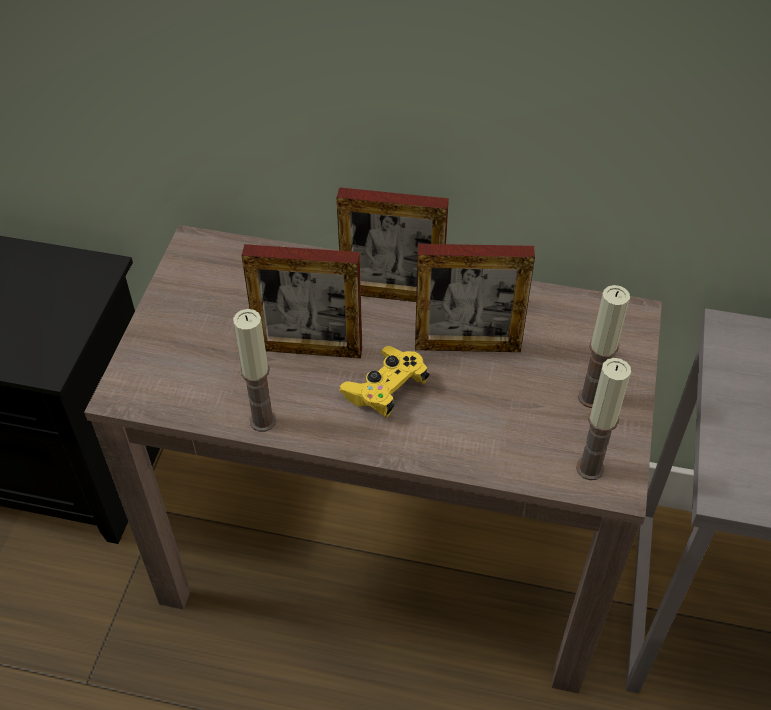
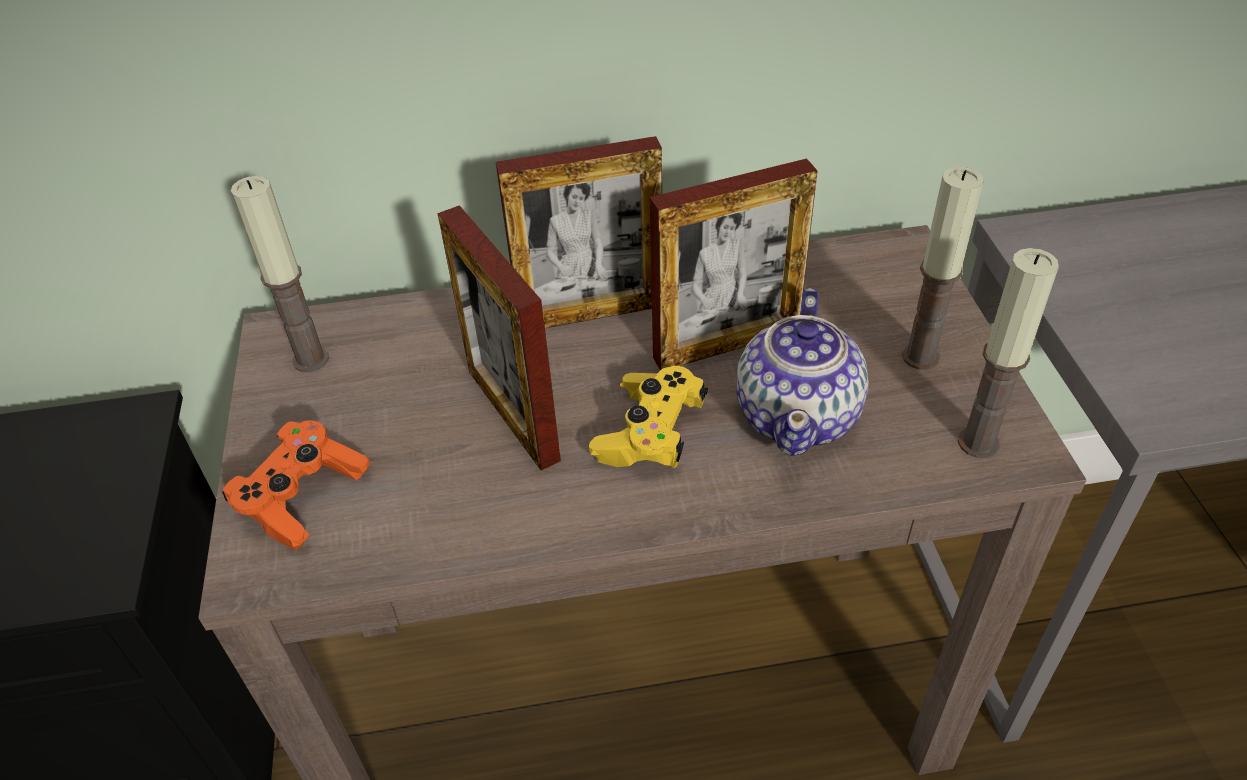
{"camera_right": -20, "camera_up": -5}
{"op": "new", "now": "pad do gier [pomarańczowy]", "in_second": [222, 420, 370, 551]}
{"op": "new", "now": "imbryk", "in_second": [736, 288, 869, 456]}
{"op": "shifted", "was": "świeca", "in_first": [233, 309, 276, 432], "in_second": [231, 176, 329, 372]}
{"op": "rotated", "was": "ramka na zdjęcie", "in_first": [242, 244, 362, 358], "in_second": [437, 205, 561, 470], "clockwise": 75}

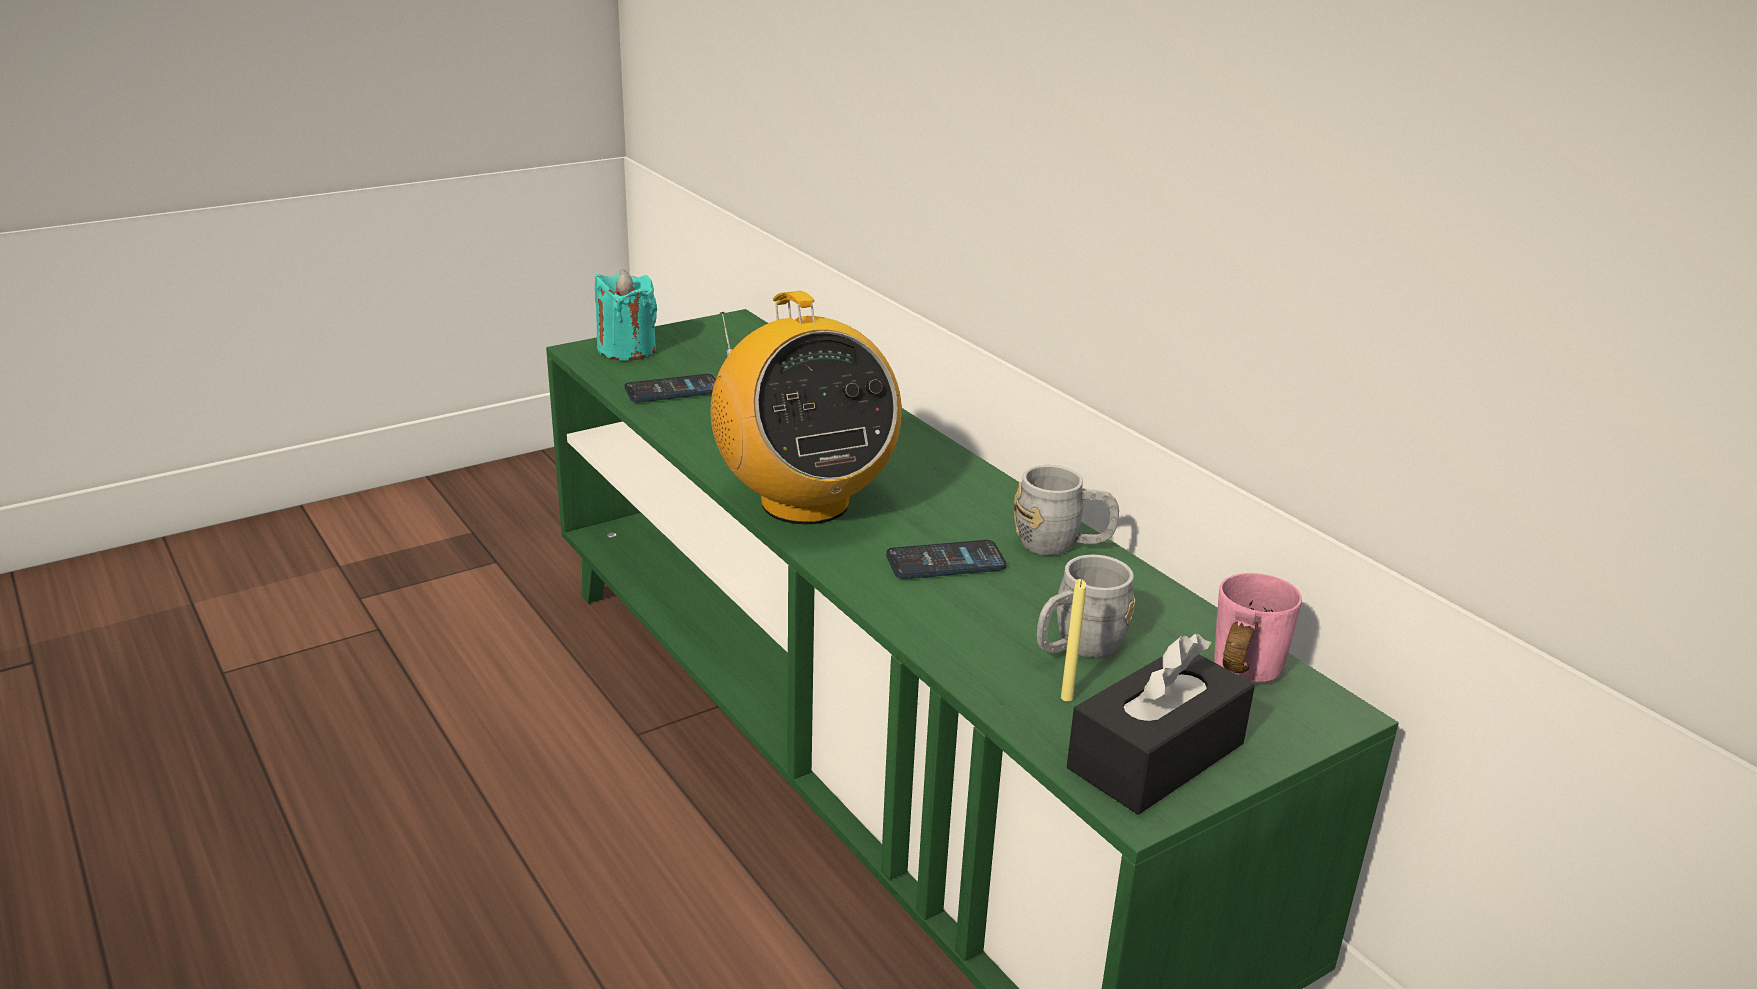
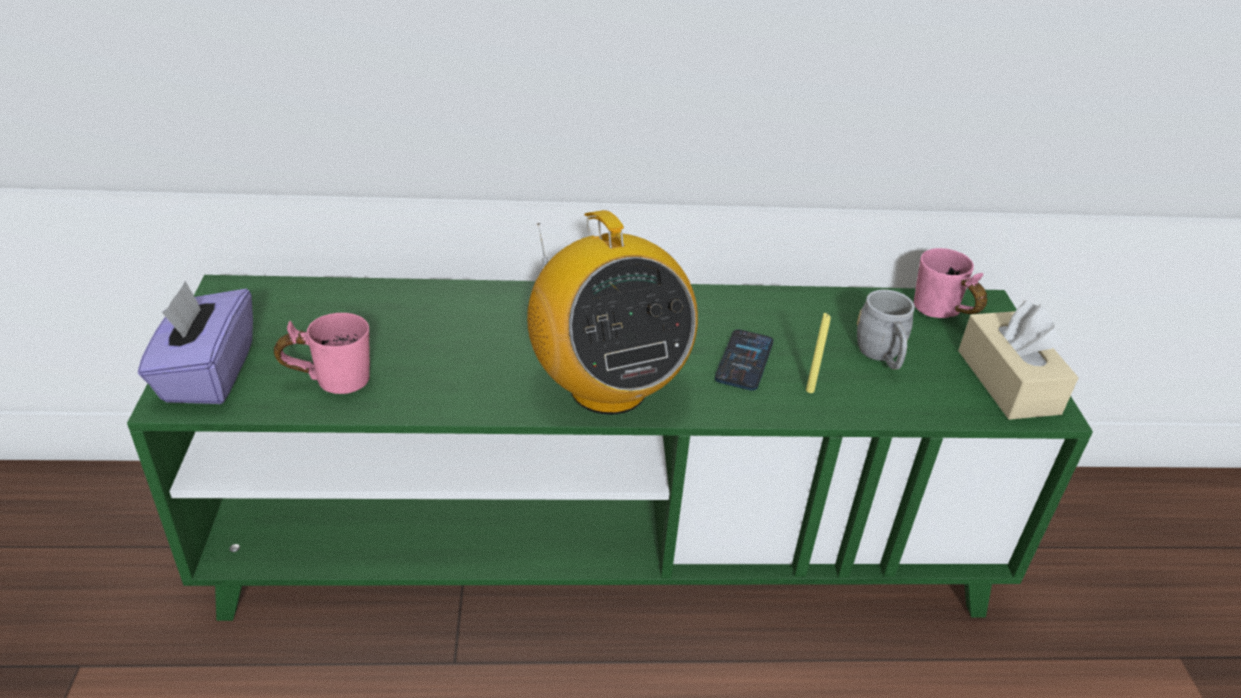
{"camera_right": -60, "camera_up": 10}
{"op": "gone", "was": "kubek [szary]", "in_first": [1014, 465, 1119, 556]}
{"op": "shifted", "was": "świeca [żółty]", "in_first": [1061, 579, 1086, 702], "in_second": [806, 313, 831, 393]}
{"op": "swapped", "was": "świeca [turkusowy]", "now": "pudełko chusteczek [fioletowy]", "in_first": [595, 269, 657, 361], "in_second": [138, 281, 253, 404]}
{"op": "swapped", "was": "telefon", "now": "kubek [różowy]", "in_first": [624, 374, 716, 403], "in_second": [274, 313, 370, 394]}
{"op": "repainted", "was": "pudełko chusteczek [czarny]", "now": "pudełko chusteczek [beżowy]", "in_first": [1067, 633, 1255, 815], "in_second": [958, 300, 1079, 420]}
{"op": "rotated", "was": "radio", "in_first": [710, 291, 902, 524], "in_second": [527, 210, 698, 415], "clockwise": 60}

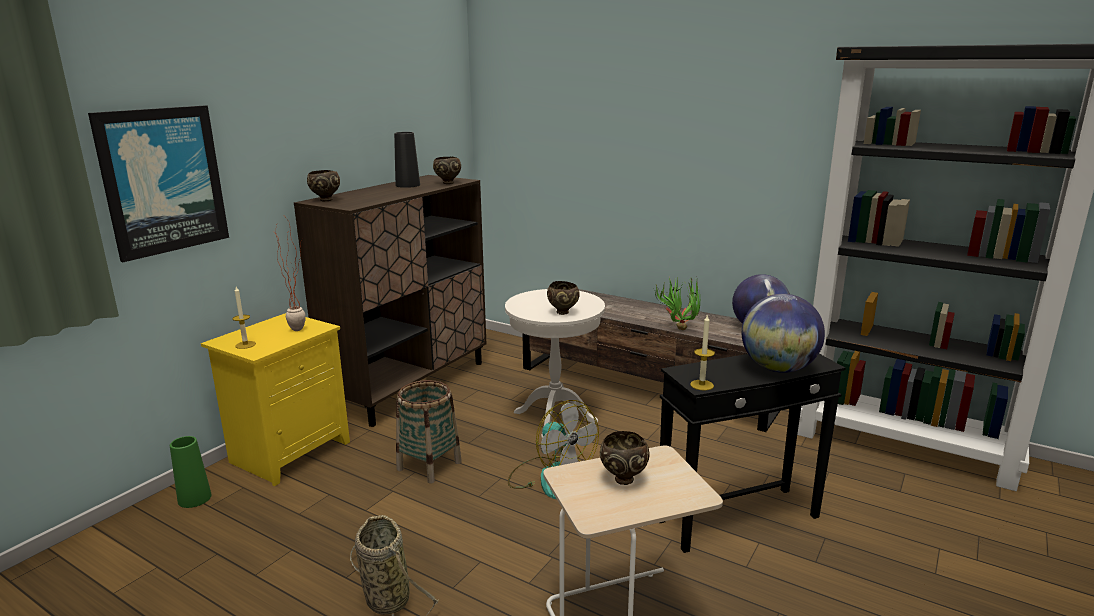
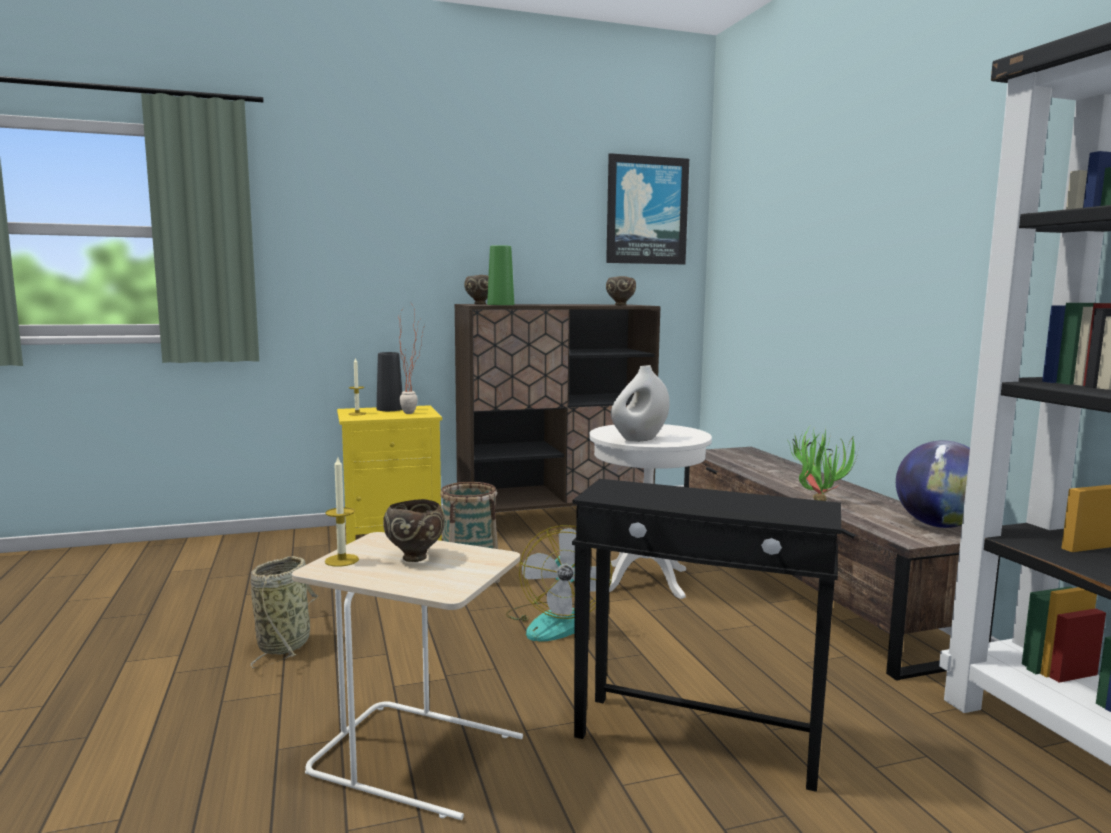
{"camera_right": 40, "camera_up": -10}
{"op": "gone", "was": "globus", "in_first": [742, 294, 825, 373]}
{"op": "shifted", "was": "obraz", "in_first": [88, 105, 229, 262], "in_second": [606, 153, 689, 264]}
{"op": "shifted", "was": "wazon [zielony]", "in_first": [170, 436, 212, 508], "in_second": [487, 245, 514, 305]}
{"op": "shifted", "was": "wazon [czarny]", "in_first": [394, 132, 420, 188], "in_second": [376, 352, 402, 411]}
{"op": "shifted", "was": "świeca", "in_first": [690, 315, 715, 390], "in_second": [325, 457, 359, 567]}
{"op": "swapped", "was": "miska [brązowy]", "now": "wazon [biały]", "in_first": [547, 281, 580, 315], "in_second": [611, 365, 669, 442]}

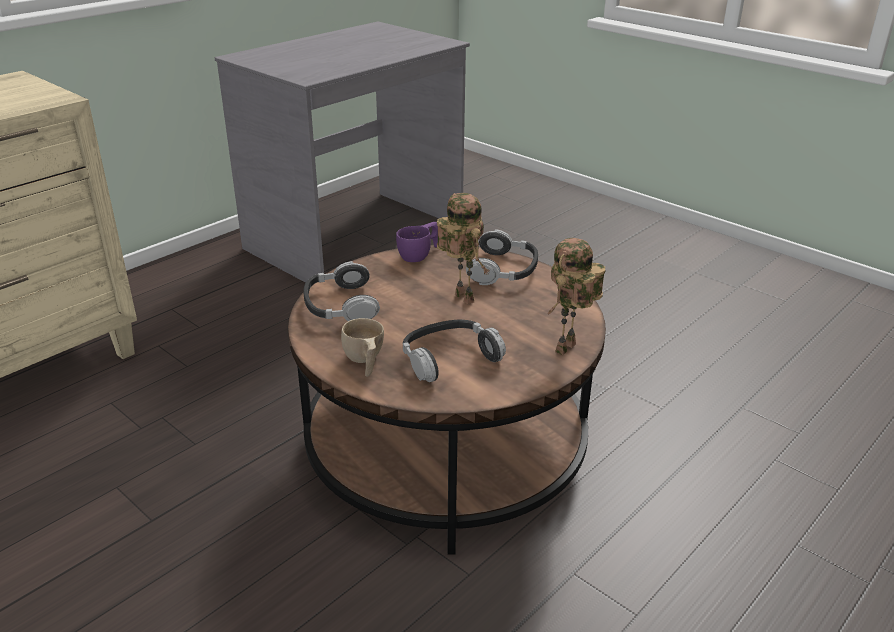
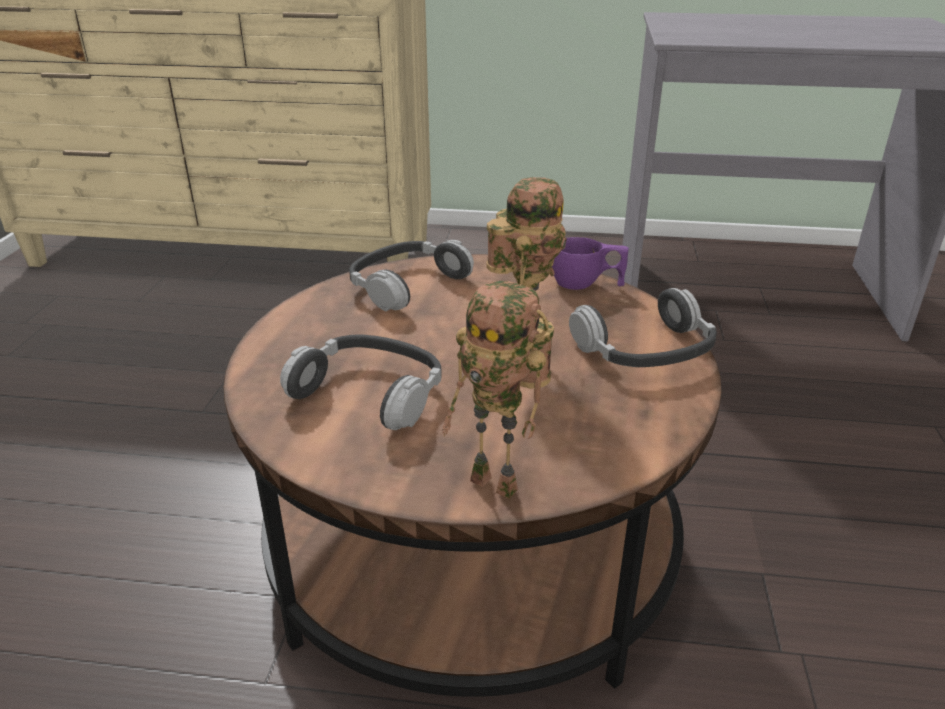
{"camera_right": 55, "camera_up": 0}
{"op": "gone", "was": "filiżanka [beżowy]", "in_first": [341, 318, 384, 377]}
{"op": "rotated", "was": "robot zabawkowy", "in_first": [548, 238, 605, 355], "in_second": [442, 281, 554, 499], "clockwise": -150}

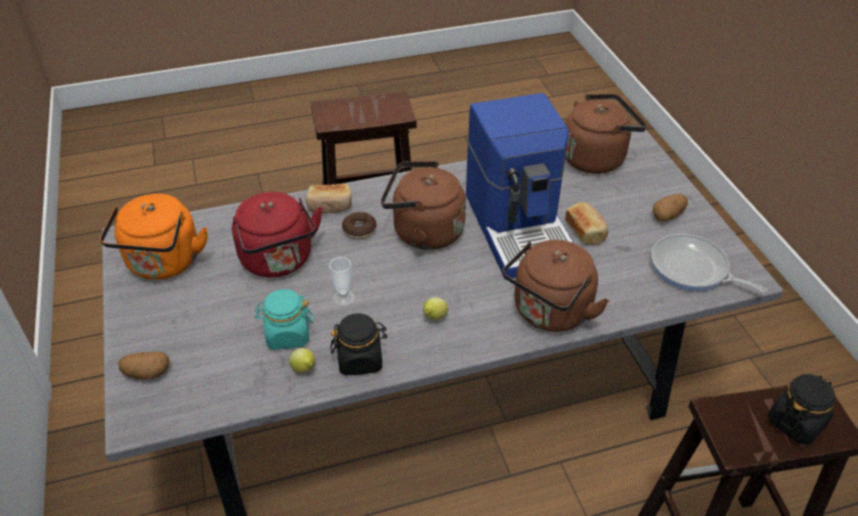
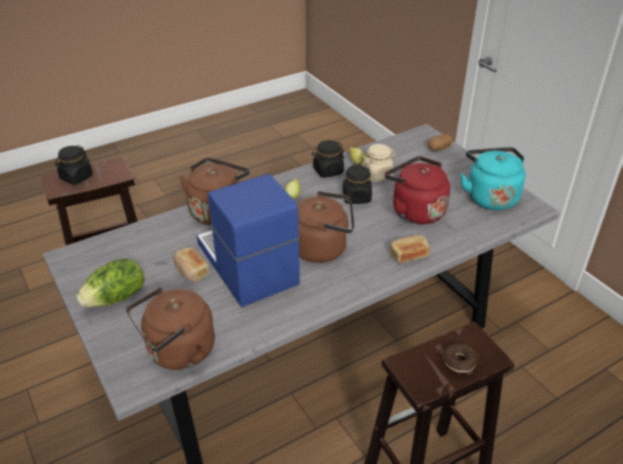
{"camera_right": 165, "camera_up": -5}
{"op": "gone", "was": "patelnia", "in_first": [651, 234, 767, 293]}
{"op": "shifted", "was": "donut", "in_first": [342, 212, 377, 239], "in_second": [443, 343, 478, 373]}
{"op": "swapped", "was": "filiżanka", "now": "słoik [czarny]", "in_first": [329, 257, 355, 306], "in_second": [343, 164, 372, 204]}
{"op": "swapped", "was": "ziemniak", "now": "sałata", "in_first": [653, 194, 688, 222], "in_second": [76, 258, 144, 307]}
{"op": "repainted", "was": "czajnik [pomarańczowy]", "now": "czajnik [turkusowy]", "in_first": [100, 194, 208, 280], "in_second": [460, 147, 525, 210]}
{"op": "repainted", "was": "słoik [turkusowy]", "now": "słoik [beżowy]", "in_first": [255, 289, 313, 350], "in_second": [362, 144, 396, 182]}

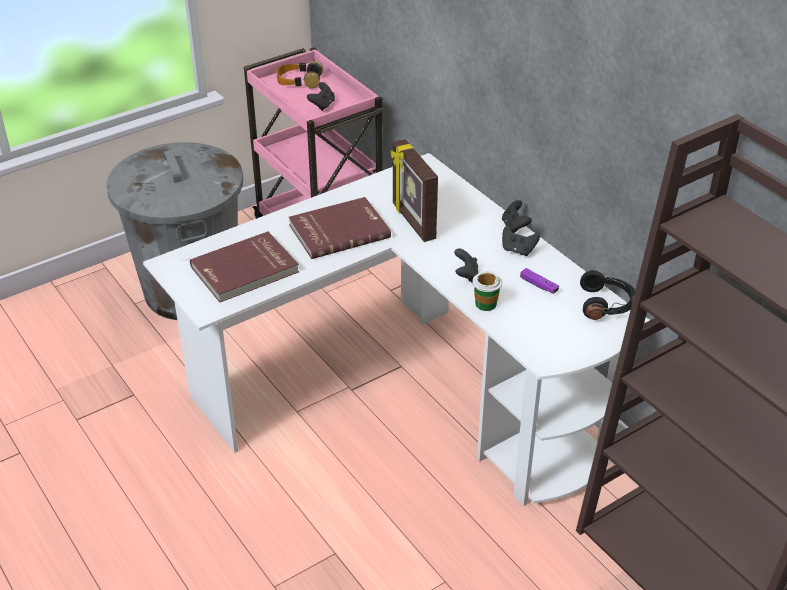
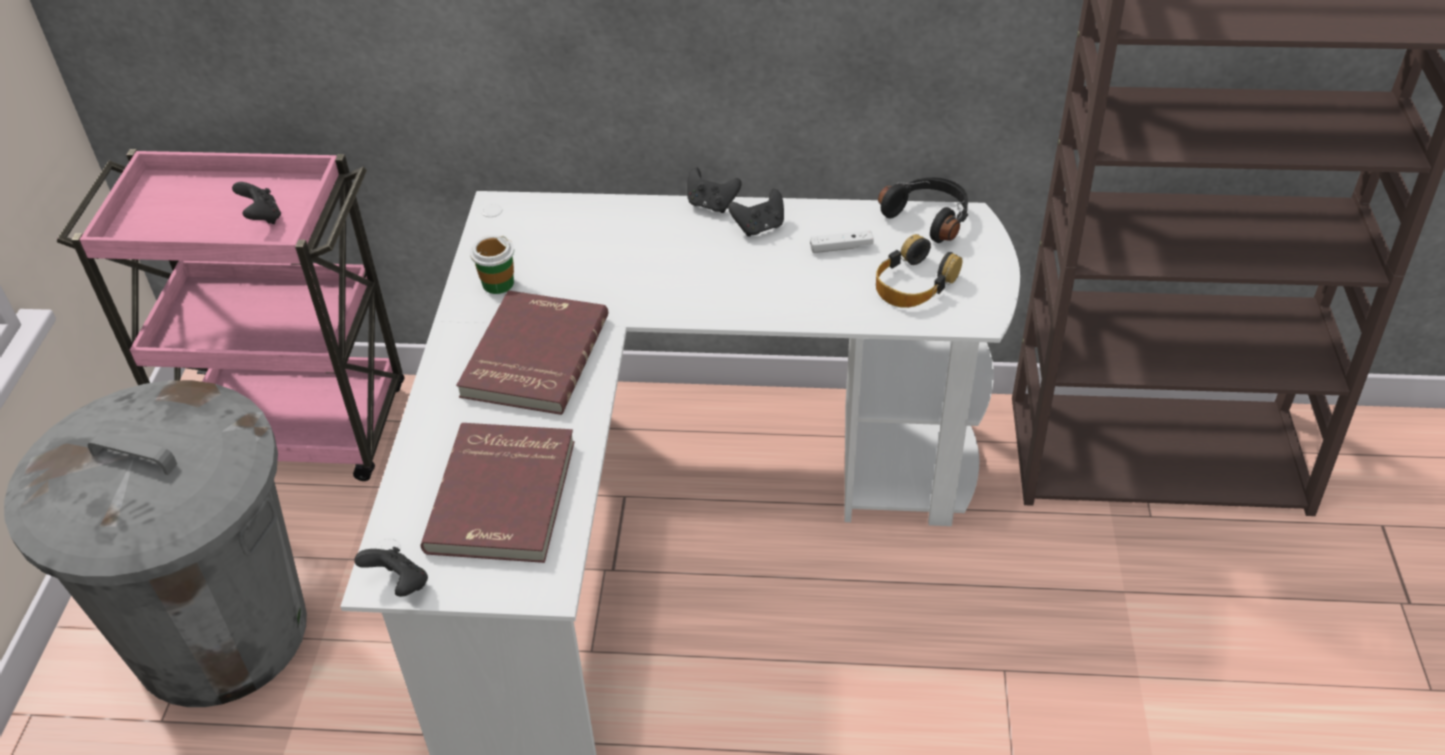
{"camera_right": -50, "camera_up": 5}
{"op": "gone", "was": "ramka na zdjęcie", "in_first": [390, 139, 438, 242]}
{"op": "shifted", "was": "słuchawki", "in_first": [276, 61, 323, 89], "in_second": [876, 234, 962, 308]}
{"op": "shifted", "was": "pad do gier [czarny]", "in_first": [454, 248, 478, 282], "in_second": [354, 547, 428, 597]}
{"op": "shifted", "was": "filiżanka", "in_first": [472, 271, 502, 311], "in_second": [470, 235, 514, 294]}
{"op": "repainted", "was": "pad do gier [fioletowy]", "now": "pad do gier [biały]", "in_first": [520, 268, 559, 294], "in_second": [810, 230, 874, 253]}

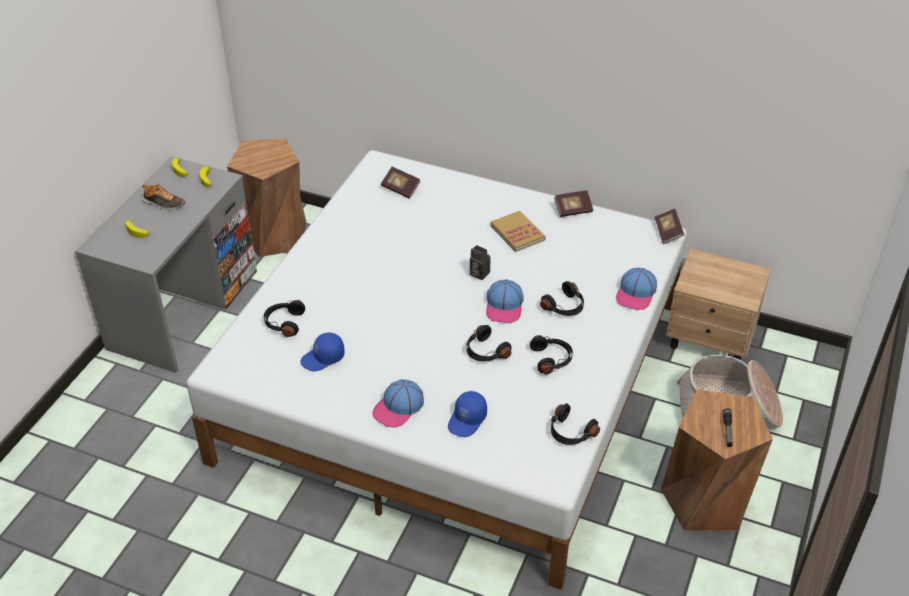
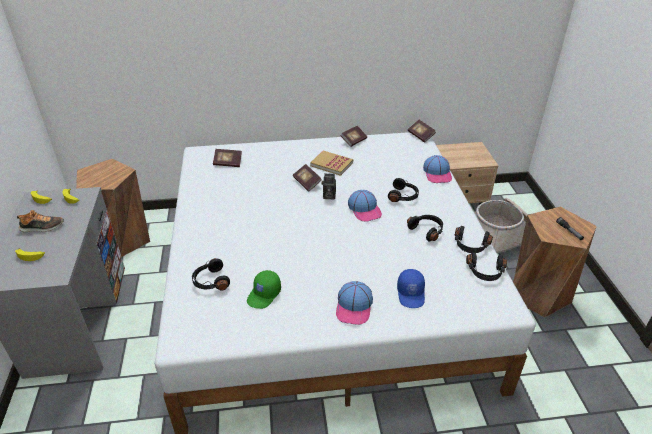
{"camera_right": -30, "camera_up": -5}
{"op": "new", "now": "książka", "in_second": [293, 164, 322, 192]}
{"op": "shifted", "was": "słuchawki [czarny]", "in_first": [467, 325, 512, 362], "in_second": [455, 226, 493, 253]}
{"op": "repainted", "was": "czapka z daszkiem [niebieski]", "now": "czapka z daszkiem [zielony]", "in_first": [300, 333, 345, 371], "in_second": [247, 270, 281, 309]}

